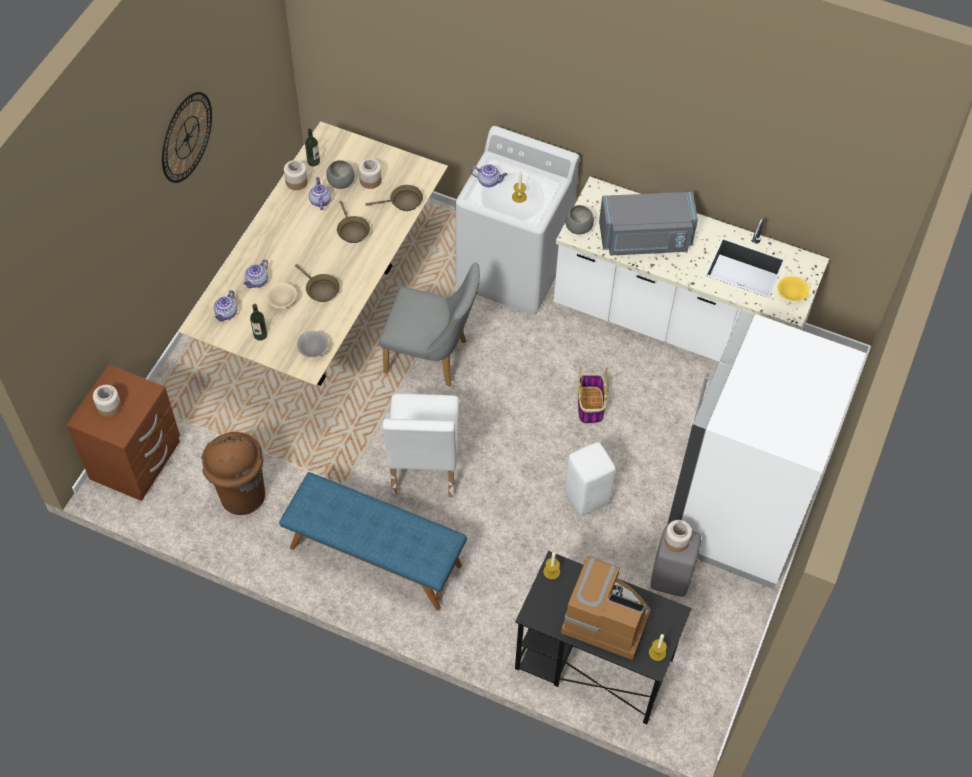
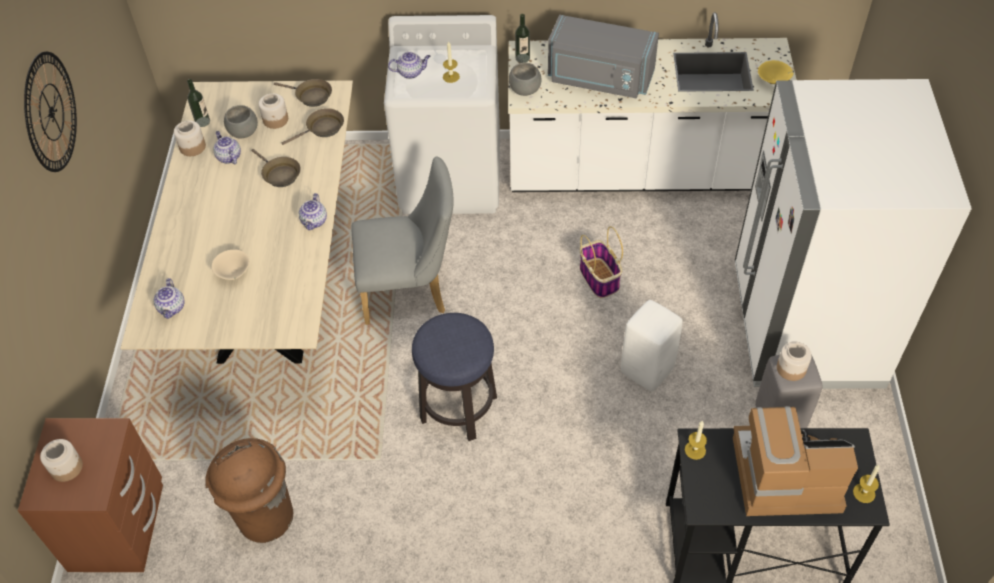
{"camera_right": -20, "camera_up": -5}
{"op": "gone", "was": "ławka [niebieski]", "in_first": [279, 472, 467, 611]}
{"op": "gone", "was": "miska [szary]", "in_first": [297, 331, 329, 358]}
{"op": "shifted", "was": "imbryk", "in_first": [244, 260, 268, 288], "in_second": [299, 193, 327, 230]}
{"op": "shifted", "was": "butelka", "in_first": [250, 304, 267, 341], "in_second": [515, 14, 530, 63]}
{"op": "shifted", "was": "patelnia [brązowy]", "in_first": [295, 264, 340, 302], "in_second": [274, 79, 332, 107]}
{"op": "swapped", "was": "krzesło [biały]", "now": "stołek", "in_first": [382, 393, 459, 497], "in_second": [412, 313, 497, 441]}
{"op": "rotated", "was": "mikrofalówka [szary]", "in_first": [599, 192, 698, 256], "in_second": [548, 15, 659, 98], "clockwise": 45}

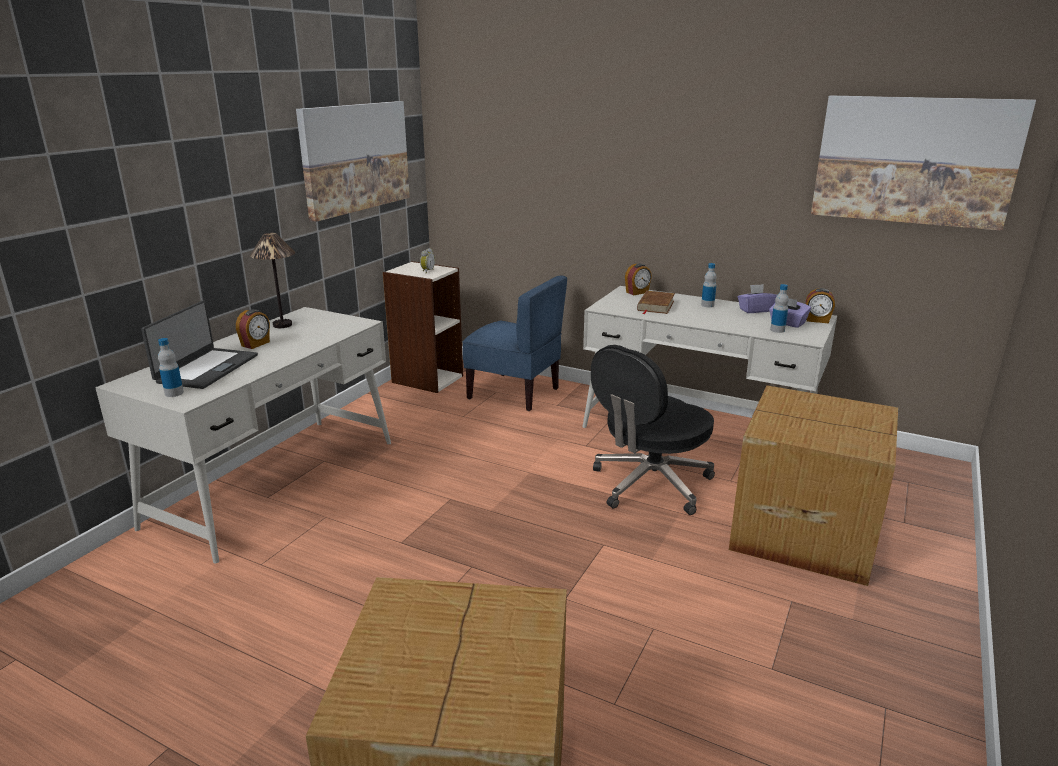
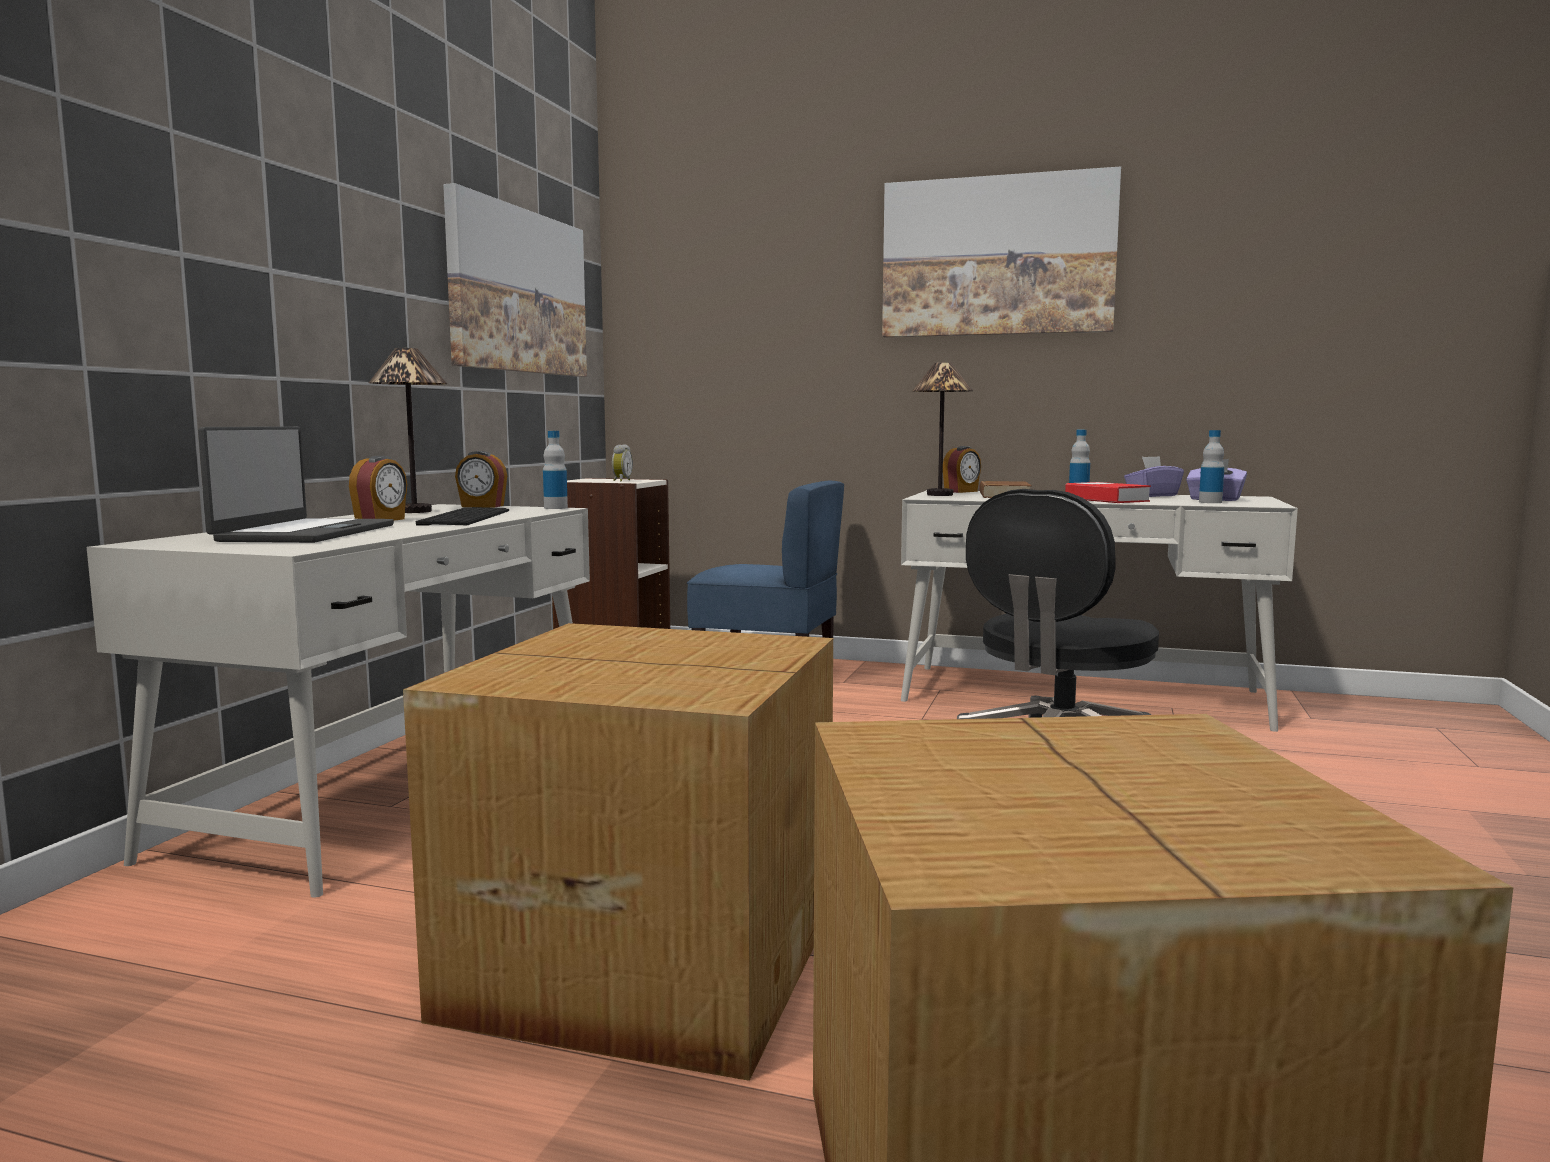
{"camera_right": -10, "camera_up": -15}
{"op": "new", "now": "klawiatura", "in_second": [416, 507, 509, 525]}
{"op": "new", "now": "lampa stołowa", "in_second": [913, 362, 973, 496]}
{"op": "new", "now": "książka", "in_second": [1065, 482, 1151, 503]}
{"op": "shifted", "was": "butelka", "in_first": [158, 338, 184, 397], "in_second": [543, 431, 568, 509]}
{"op": "shifted", "was": "karton", "in_first": [729, 385, 898, 586], "in_second": [403, 623, 833, 1081]}
{"op": "shifted", "was": "budzik", "in_first": [806, 288, 835, 323], "in_second": [455, 451, 507, 508]}
{"op": "shifted", "was": "obraz", "in_first": [811, 96, 1036, 231], "in_second": [882, 166, 1121, 337]}

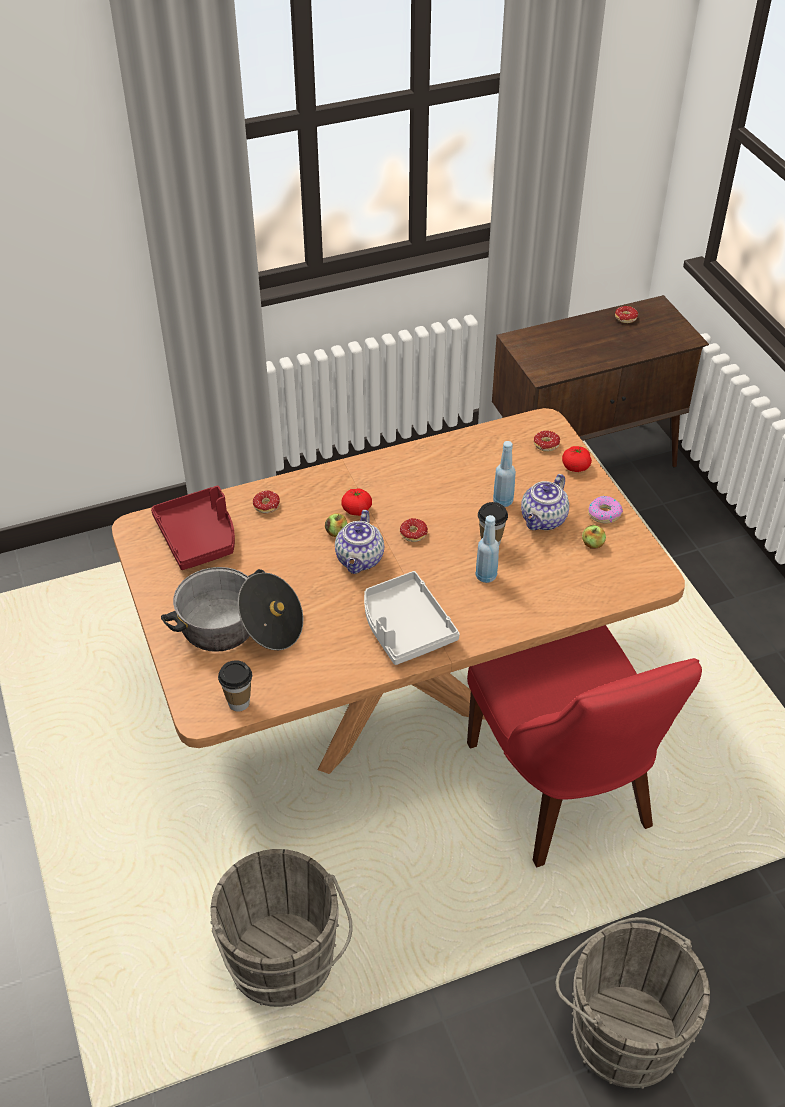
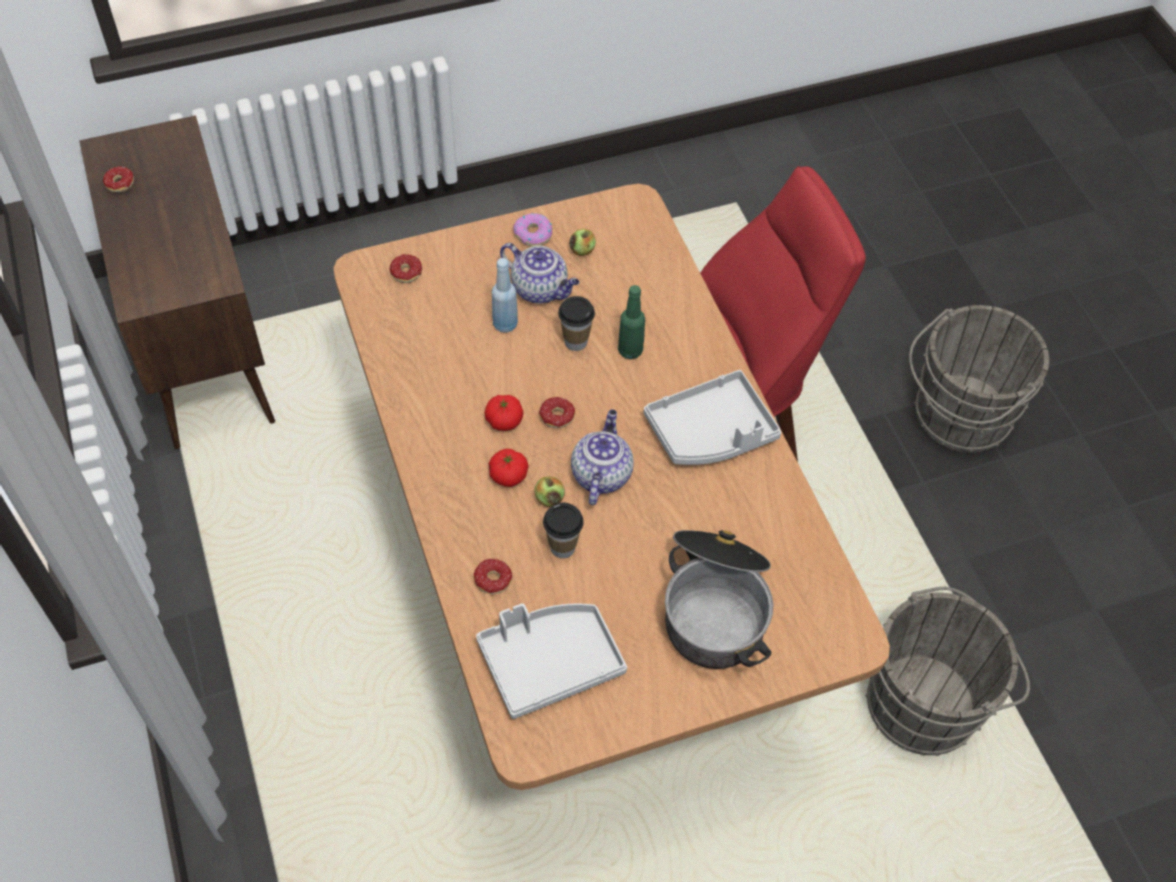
{"camera_right": -90, "camera_up": 10}
{"op": "shifted", "was": "filiżanka", "in_first": [218, 660, 252, 712], "in_second": [543, 502, 584, 558]}
{"op": "shifted", "was": "pomidor", "in_first": [562, 446, 592, 472], "in_second": [484, 395, 524, 431]}
{"op": "repainted", "was": "taca [czerwony]", "now": "taca [szary]", "in_first": [151, 486, 235, 570], "in_second": [476, 603, 627, 719]}
{"op": "repainted", "was": "butelka [niebieski]", "now": "butelka [zielony]", "in_first": [475, 515, 499, 583], "in_second": [618, 285, 645, 359]}
{"op": "rotated", "was": "imbryk", "in_first": [335, 510, 384, 574], "in_second": [571, 409, 634, 505], "clockwise": -90}

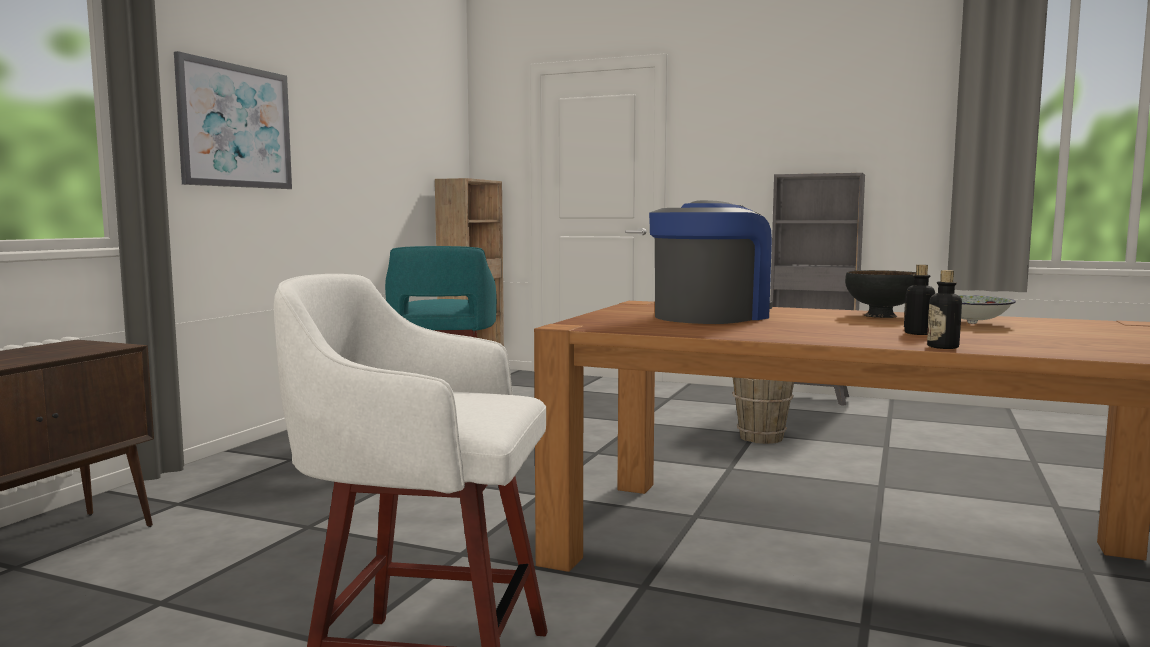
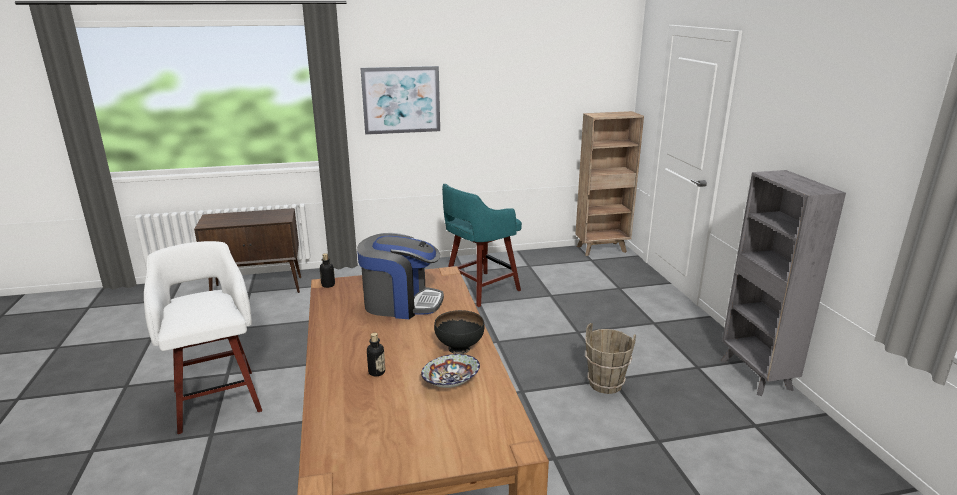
{"camera_right": 55, "camera_up": 15}
{"op": "shifted", "was": "butelka", "in_first": [927, 270, 962, 349], "in_second": [320, 253, 335, 288]}

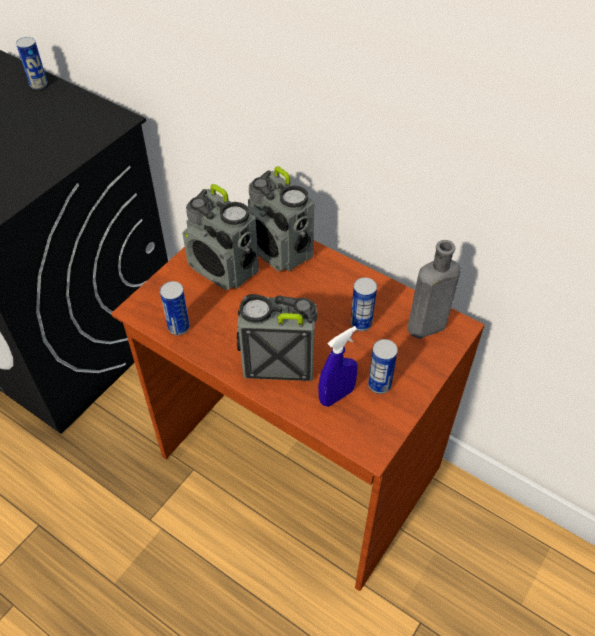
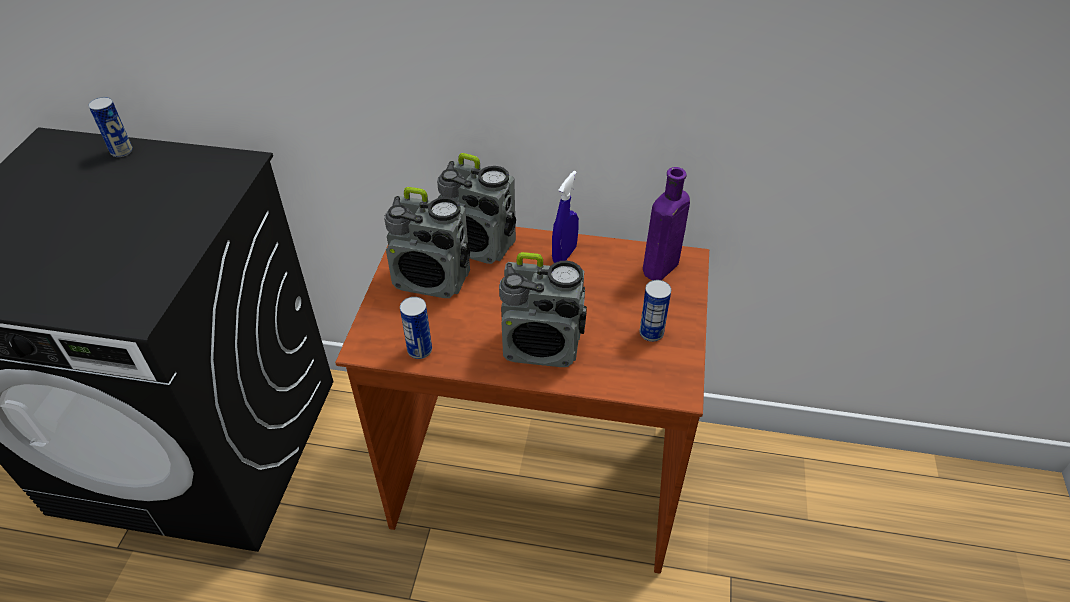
{"camera_right": -25, "camera_up": -5}
{"op": "gone", "was": "puszka", "in_first": [351, 277, 377, 331]}
{"op": "shifted", "was": "spryskiwacz [niebieski]", "in_first": [318, 326, 358, 407], "in_second": [552, 171, 579, 263]}
{"op": "repainted", "was": "butelka [szary]", "now": "butelka [fioletowy]", "in_first": [407, 240, 461, 339], "in_second": [643, 167, 690, 280]}
{"op": "rotated", "was": "radio", "in_first": [237, 294, 317, 381], "in_second": [499, 252, 587, 367], "clockwise": -150}

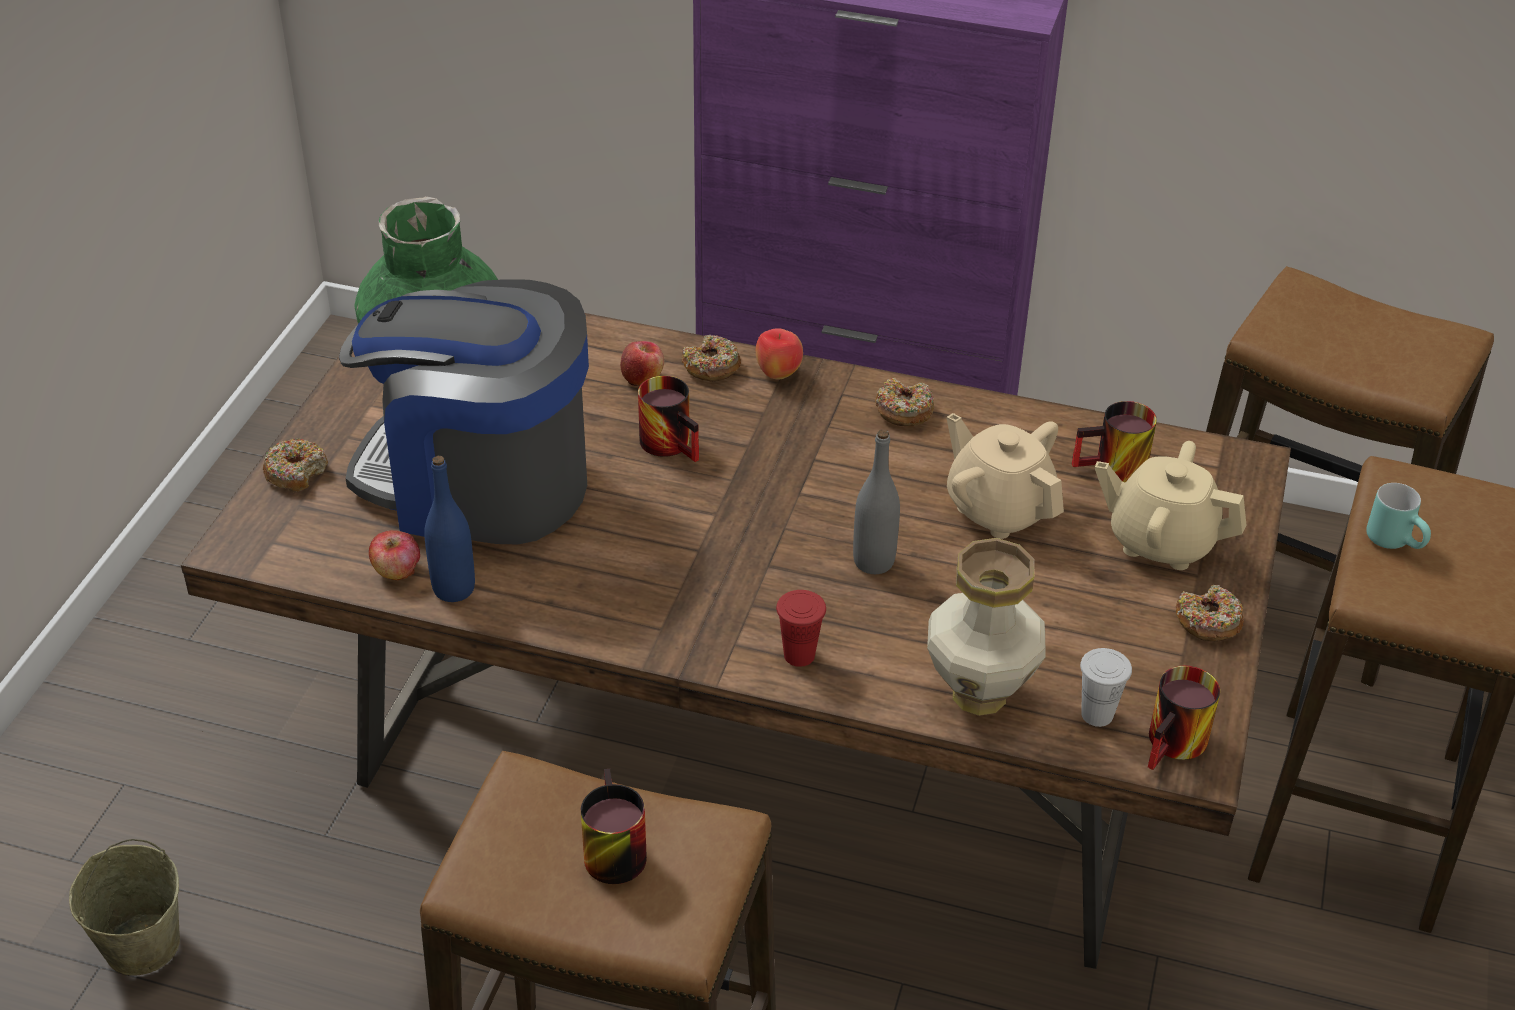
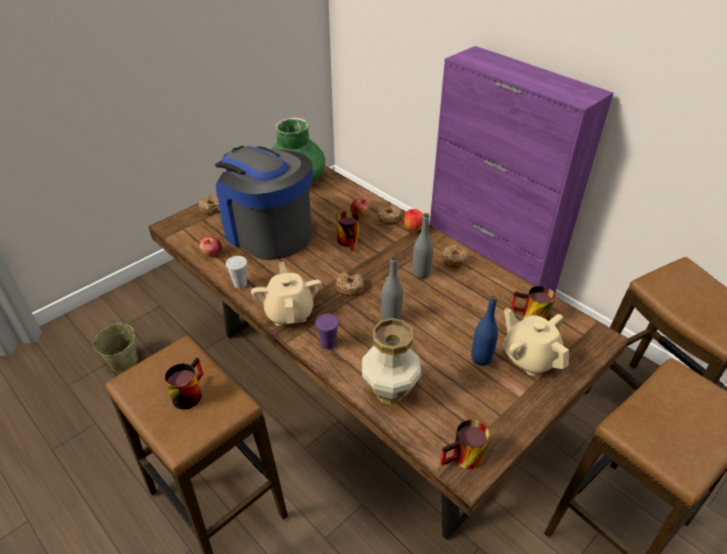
{"camera_right": 30, "camera_up": 0}
{"op": "gone", "was": "kubek [turkusowy]", "in_first": [1366, 483, 1431, 549]}
{"op": "new", "now": "butelka [szary]", "in_second": [412, 213, 433, 279]}
{"op": "shifted", "was": "butelka [niebieski]", "in_first": [424, 456, 475, 602], "in_second": [471, 296, 498, 366]}
{"op": "shifted", "was": "imbryk [beżowy]", "in_first": [947, 413, 1064, 539], "in_second": [251, 262, 322, 326]}
{"op": "shifted", "was": "filiżanka [biały]", "in_first": [1080, 648, 1132, 727], "in_second": [226, 256, 247, 289]}
{"op": "shifted", "was": "donut", "in_first": [1176, 585, 1244, 642], "in_second": [336, 273, 364, 296]}
{"op": "repainted", "was": "filiżanka [czerwony]", "now": "filiżanka [fioletowy]", "in_first": [776, 590, 826, 667], "in_second": [315, 314, 339, 350]}

